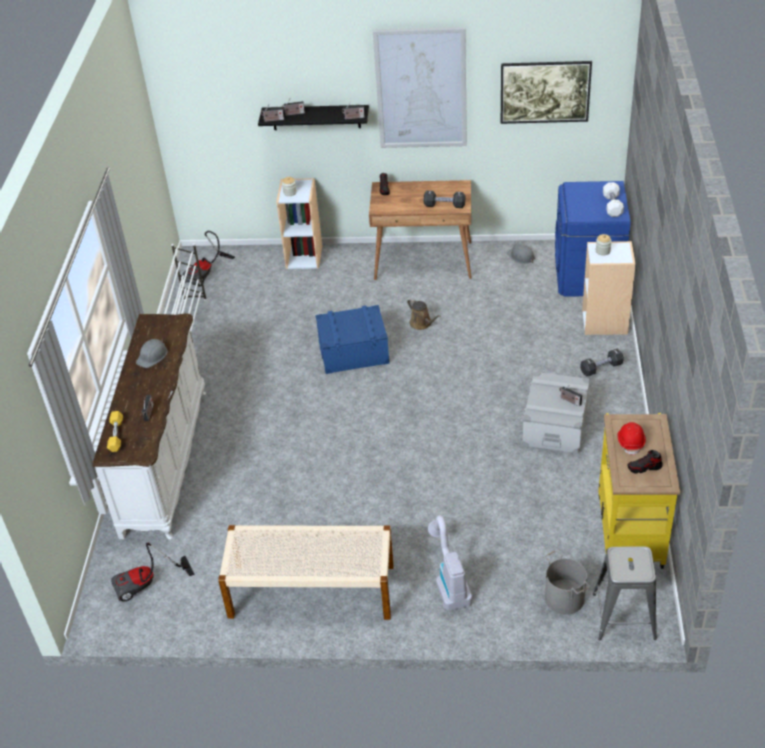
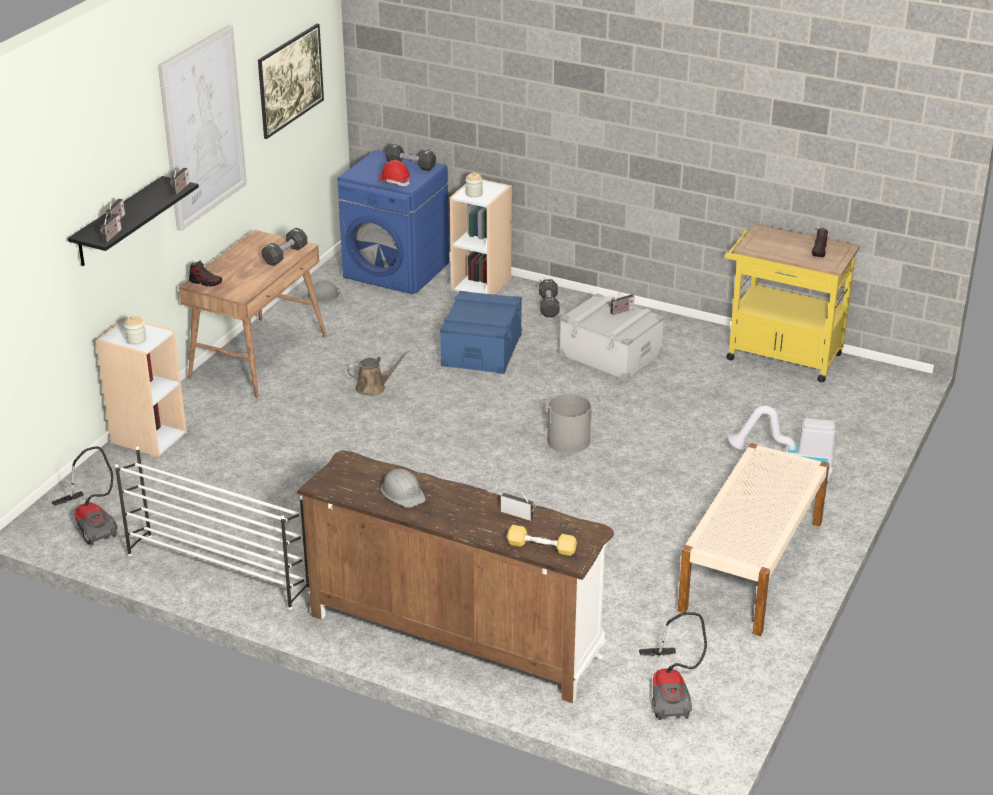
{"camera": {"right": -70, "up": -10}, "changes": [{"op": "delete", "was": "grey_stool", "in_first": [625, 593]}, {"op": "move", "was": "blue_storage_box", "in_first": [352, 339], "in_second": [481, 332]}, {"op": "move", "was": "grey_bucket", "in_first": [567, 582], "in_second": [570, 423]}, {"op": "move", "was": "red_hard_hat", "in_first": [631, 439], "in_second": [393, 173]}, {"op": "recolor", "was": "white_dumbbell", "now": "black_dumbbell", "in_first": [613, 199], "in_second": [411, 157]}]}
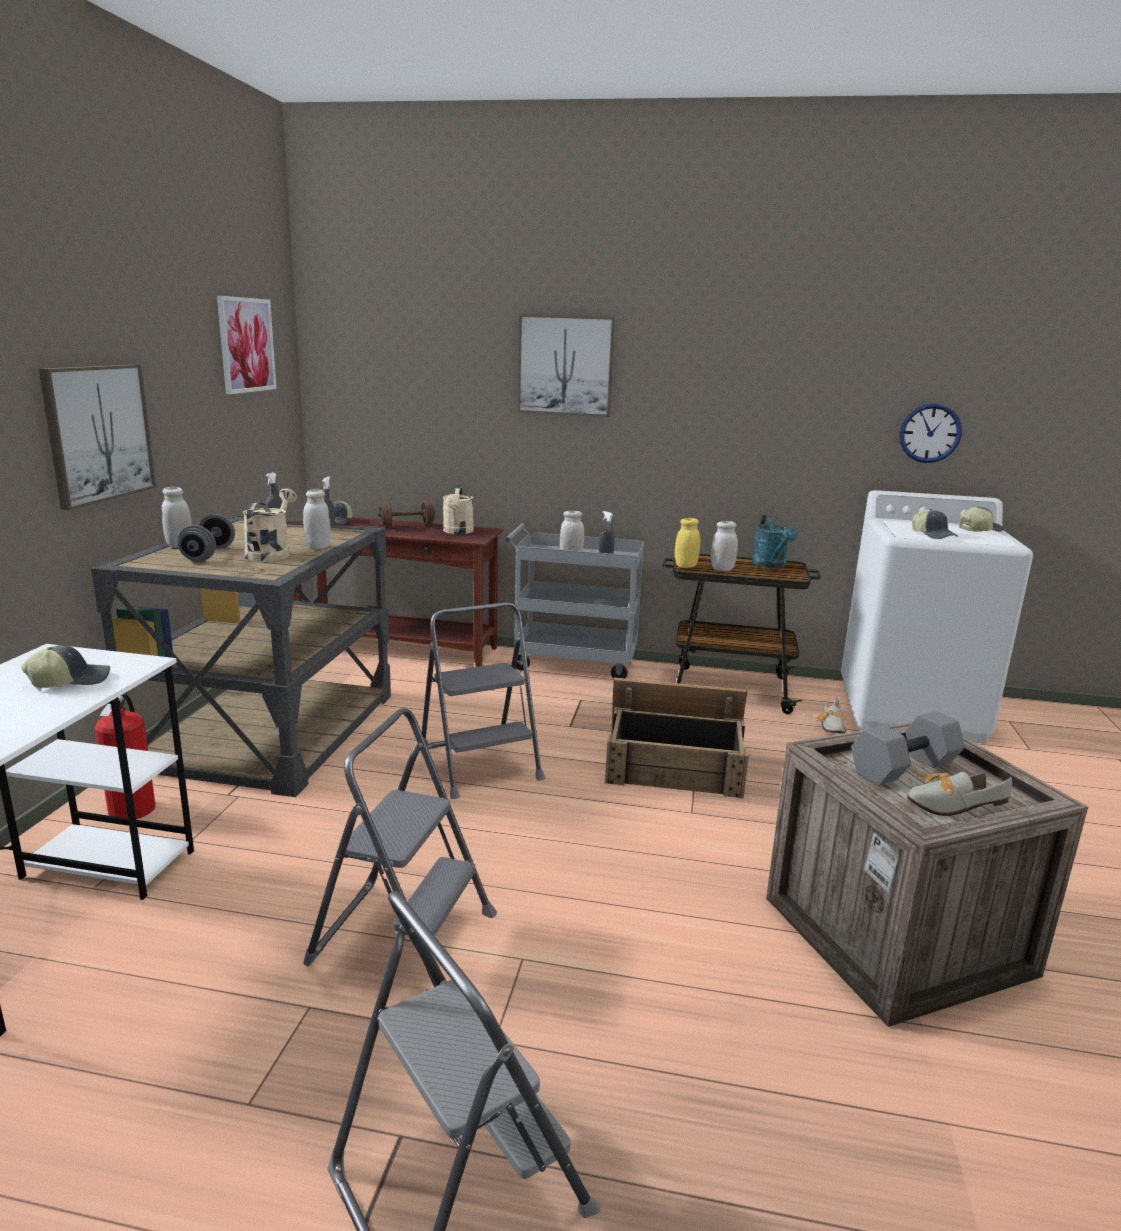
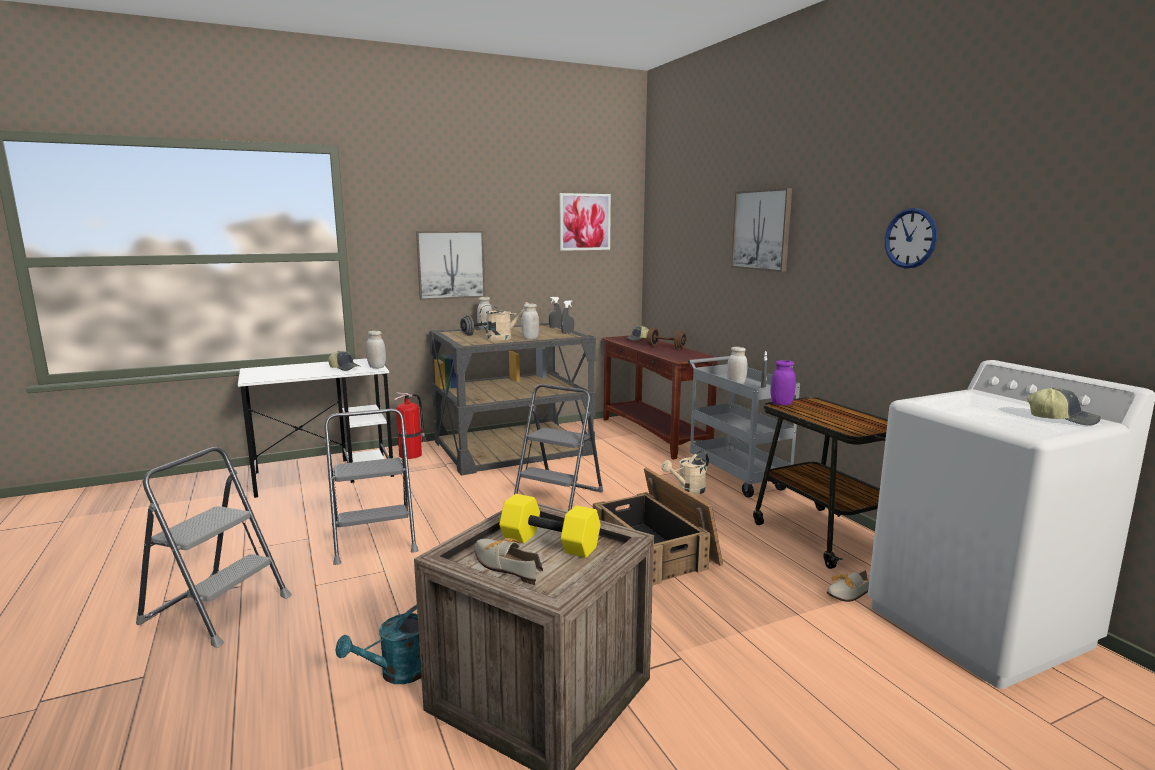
{"camera": {"right": 55, "up": -5}, "changes": [{"op": "delete", "was": "cap", "in_first": [935, 524]}, {"op": "move", "was": "beige_watering_can", "in_first": [458, 509], "in_second": [685, 473]}, {"op": "move", "was": "white_jar", "in_first": [724, 546], "in_second": [376, 350]}, {"op": "move", "was": "turquoise_watering_can", "in_first": [775, 541], "in_second": [378, 644]}, {"op": "move", "was": "wall_clock", "in_first": [930, 433], "in_second": [911, 238]}, {"op": "recolor", "was": "yellow_jar", "now": "purple_jar", "in_first": [687, 543], "in_second": [783, 382]}, {"op": "recolor", "was": "grey_dumbbell", "now": "yellow_dumbbell", "in_first": [908, 748], "in_second": [550, 526]}]}
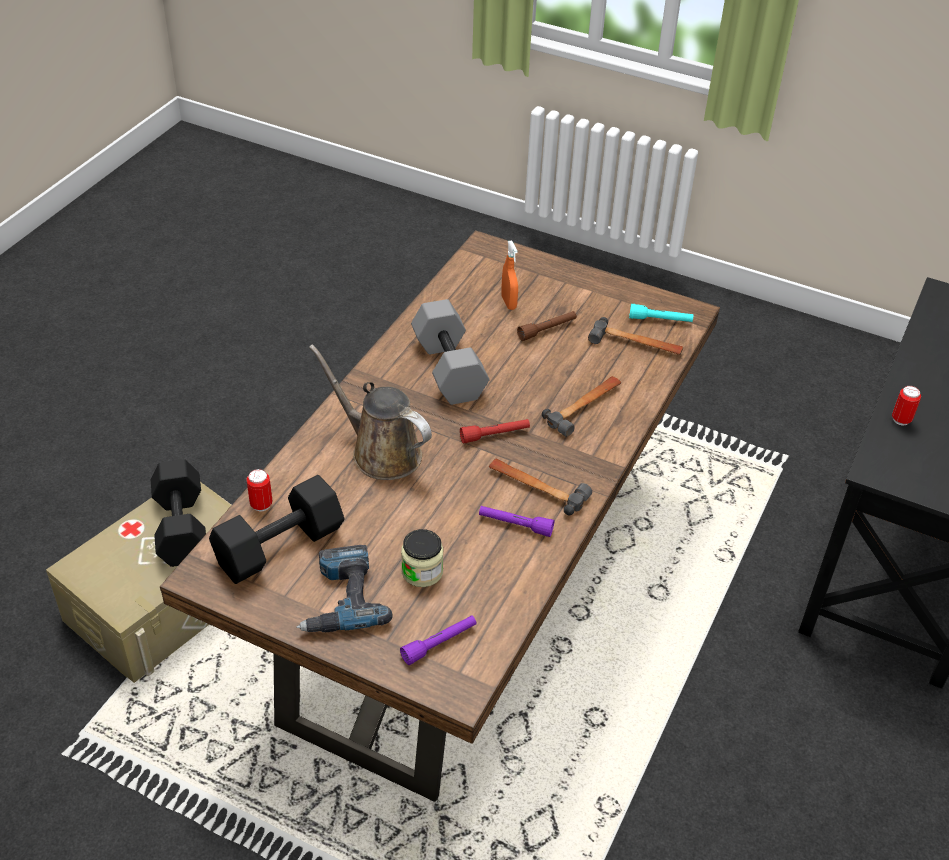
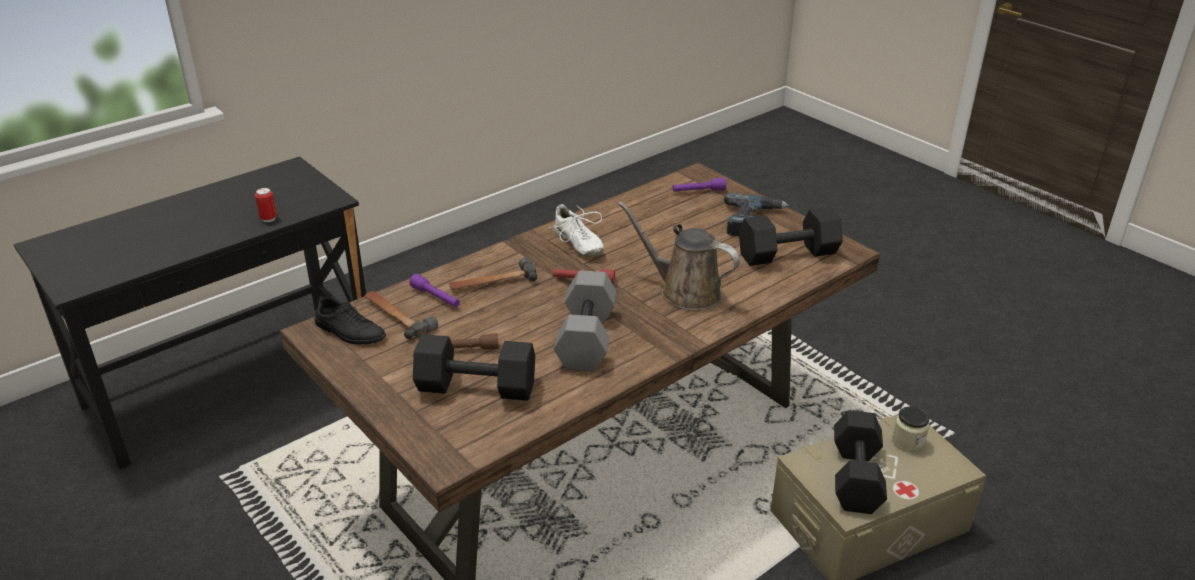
{"camera": {"right": -155, "up": -10}, "changes": [{"op": "delete", "was": "can", "in_first": [259, 490]}, {"op": "move", "was": "jar", "in_first": [422, 558], "in_second": [911, 429]}, {"op": "move", "was": "purple_flashlight", "in_first": [516, 521], "in_second": [434, 290]}, {"op": "replace", "was": "hammer", "now": "white_shoe", "in_first": [540, 487], "in_second": [576, 230]}, {"op": "replace", "was": "orange_spray_bottle", "now": "black_dumbbell", "in_first": [509, 275], "in_second": [474, 367]}, {"op": "replace", "was": "turquoise_flashlight", "now": "black_shoe", "in_first": [661, 313], "in_second": [350, 320]}, {"op": "rotate", "was": "brown_watering_can", "in_first": [370, 412], "in_second": [679, 255], "clockwise": 150}]}
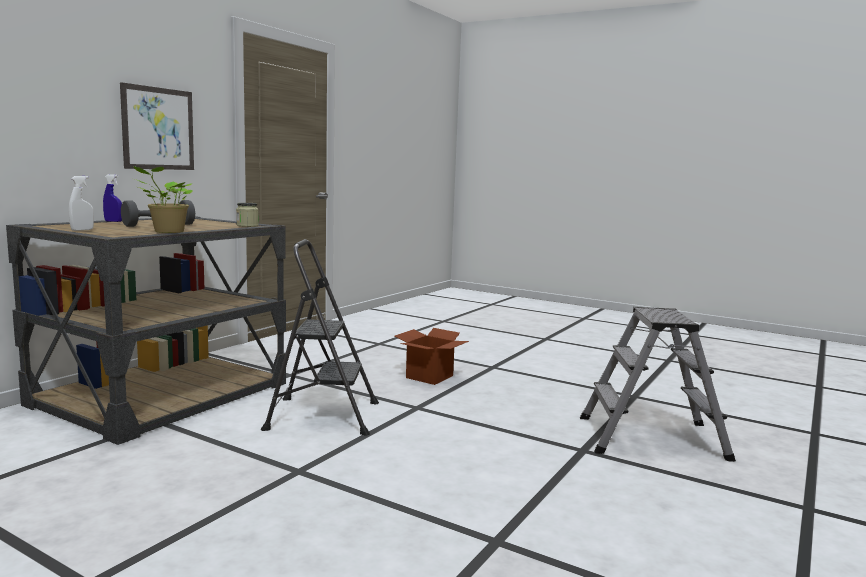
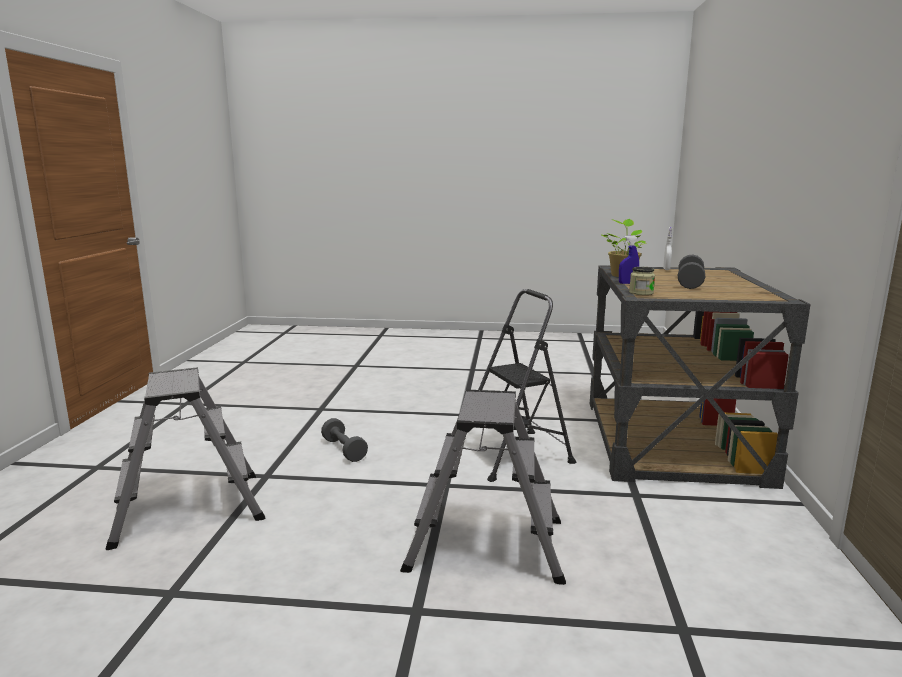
{"camera": {"right": 155, "up": 5}, "changes": [{"op": "delete", "was": "picture", "in_first": [157, 126]}, {"op": "insert", "now": "grey_dumbbell", "in_second": [344, 440]}, {"op": "move", "was": "blue_spray_bottle", "in_first": [112, 198], "in_second": [629, 260]}, {"op": "replace", "was": "cardboard_box", "now": "grey_step_ladder", "in_first": [432, 356], "in_second": [483, 487]}]}
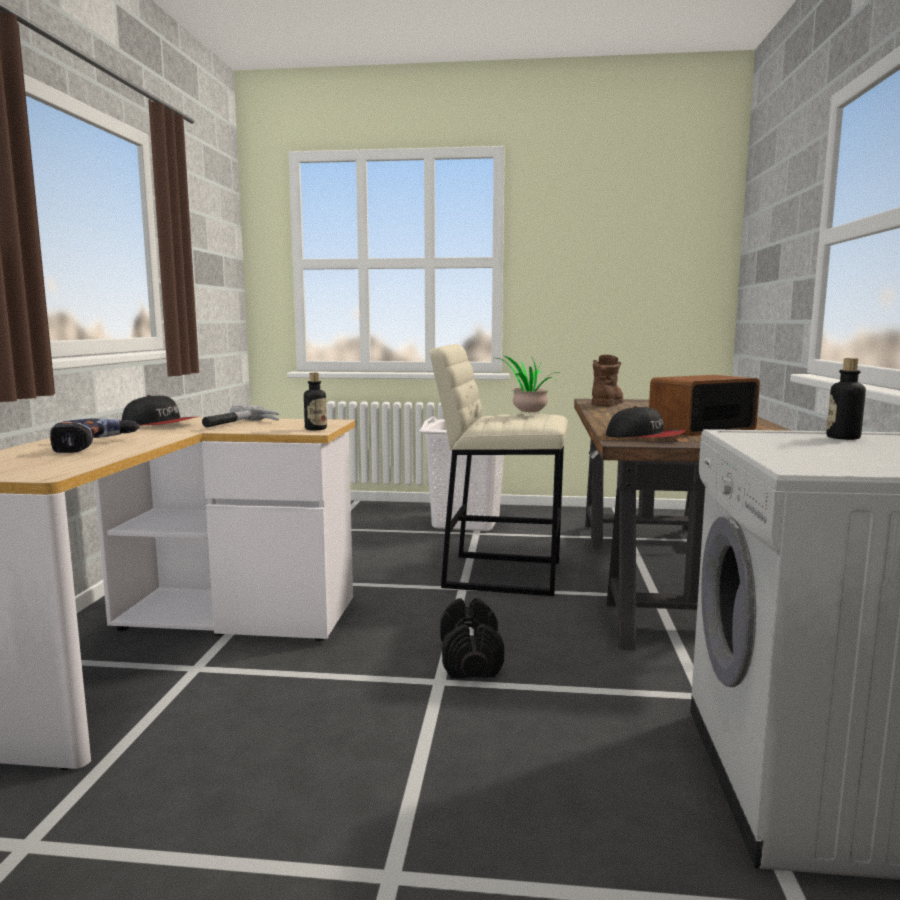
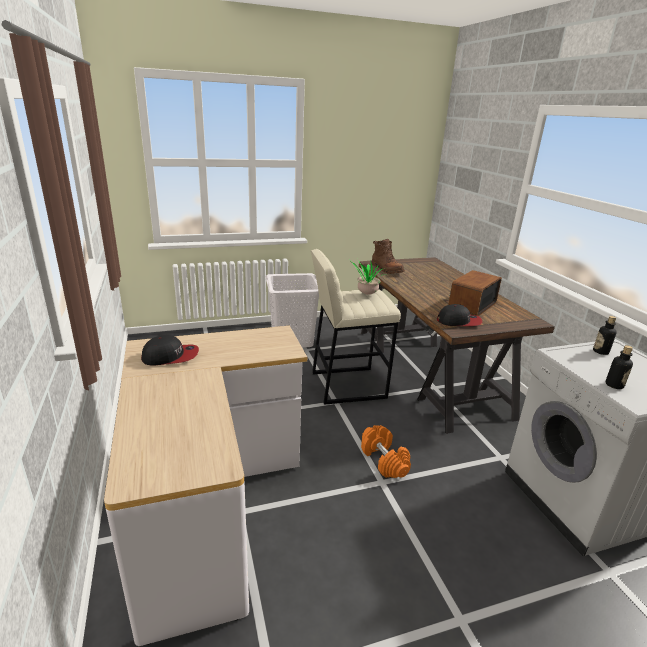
{"camera": {"right": -25, "up": 15}, "changes": [{"op": "delete", "was": "power_drill", "in_first": [94, 435]}, {"op": "delete", "was": "hammer", "in_first": [240, 416]}, {"op": "move", "was": "bottle", "in_first": [315, 401], "in_second": [619, 367]}, {"op": "recolor", "was": "black_dumbbell", "now": "orange_dumbbell", "in_first": [472, 638], "in_second": [386, 451]}, {"op": "rotate", "was": "brown_boot", "in_first": [607, 381], "in_second": [388, 256], "clockwise": 150}]}
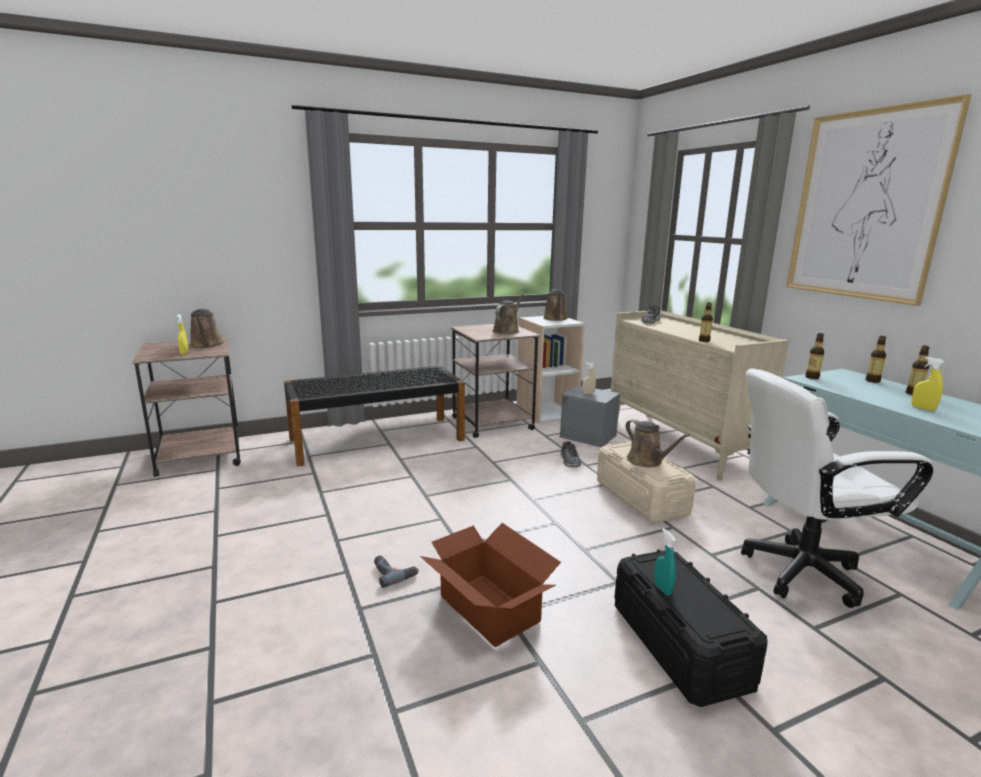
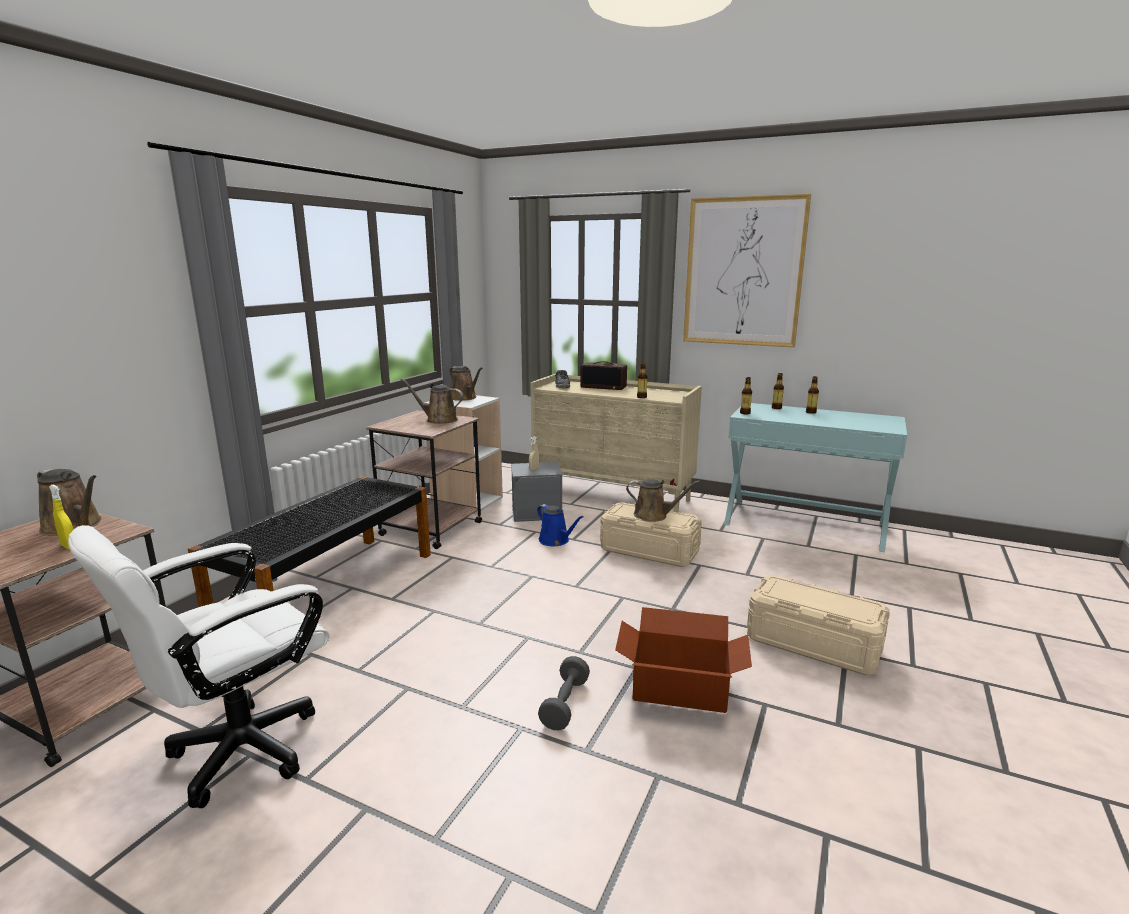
{"camera": {"right": -40, "up": 0}, "changes": [{"op": "delete", "was": "turquoise_spray_bottle", "in_first": [665, 561]}, {"op": "delete", "was": "yellow_spray_bottle", "in_first": [928, 384]}, {"op": "insert", "now": "radio", "in_second": [603, 375]}, {"op": "move", "was": "white_office_chair", "in_first": [837, 488], "in_second": [199, 666]}, {"op": "replace", "was": "power_drill", "now": "grey_dumbbell", "in_first": [396, 572], "in_second": [564, 693]}, {"op": "replace", "was": "shoe", "now": "blue_watering_can", "in_first": [570, 454], "in_second": [560, 525]}, {"op": "recolor", "was": "black_storage_box", "now": "beige_storage_box", "in_first": [691, 628], "in_second": [818, 625]}, {"op": "rotate", "was": "brown_watering_can", "in_first": [508, 313], "in_second": [432, 401], "clockwise": -60}]}
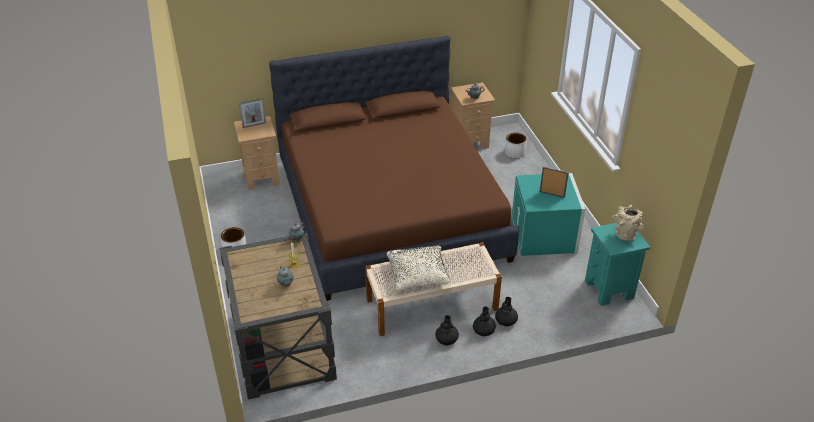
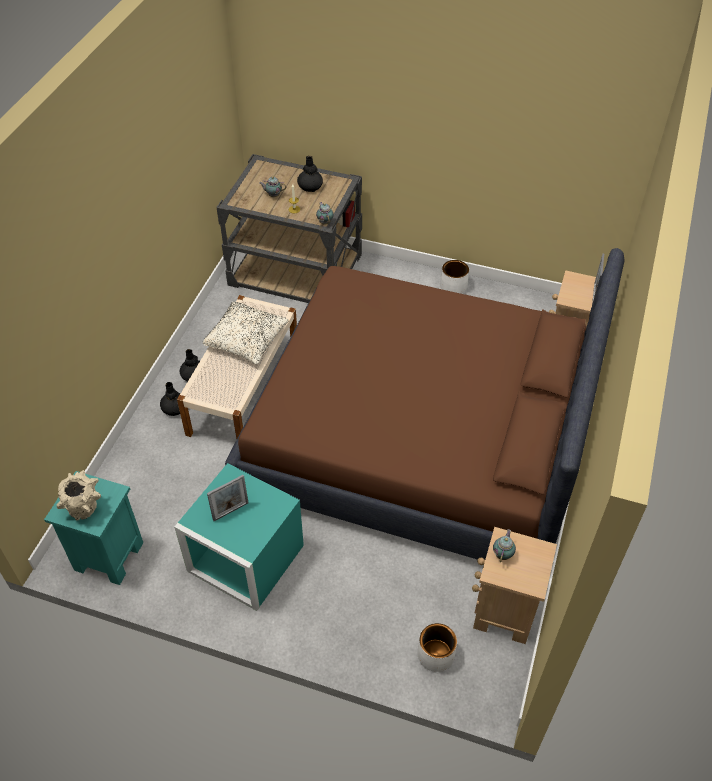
{"camera": {"right": 125, "up": 10}, "changes": [{"op": "move", "was": "black_vase", "in_first": [506, 312], "in_second": [310, 174]}]}
